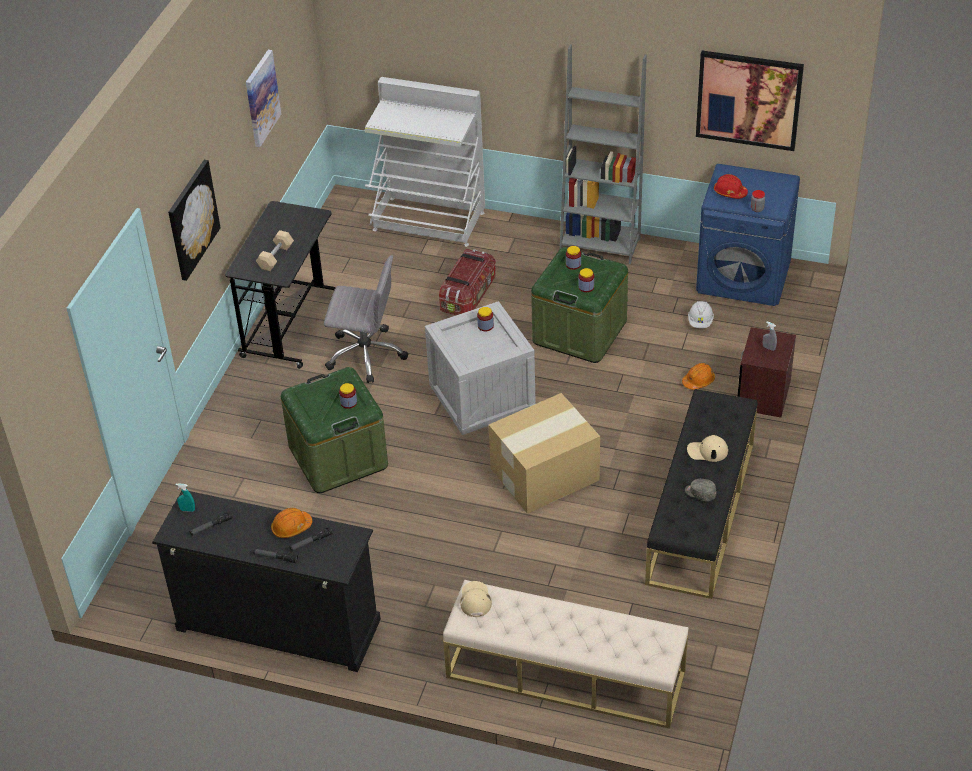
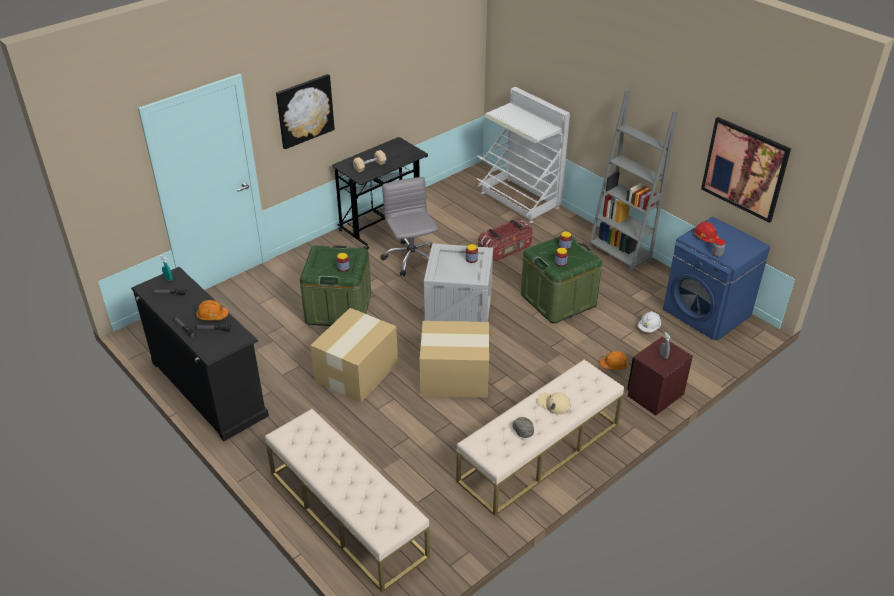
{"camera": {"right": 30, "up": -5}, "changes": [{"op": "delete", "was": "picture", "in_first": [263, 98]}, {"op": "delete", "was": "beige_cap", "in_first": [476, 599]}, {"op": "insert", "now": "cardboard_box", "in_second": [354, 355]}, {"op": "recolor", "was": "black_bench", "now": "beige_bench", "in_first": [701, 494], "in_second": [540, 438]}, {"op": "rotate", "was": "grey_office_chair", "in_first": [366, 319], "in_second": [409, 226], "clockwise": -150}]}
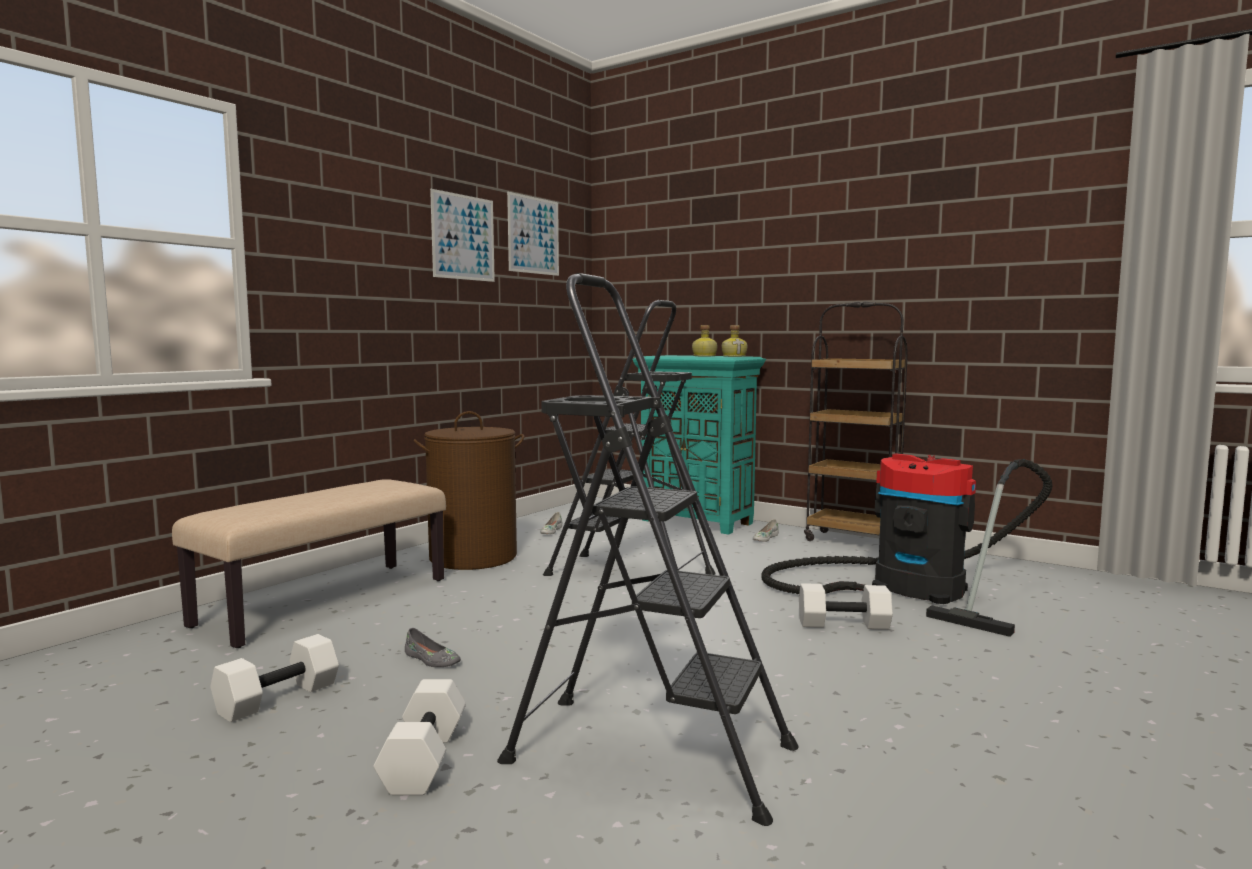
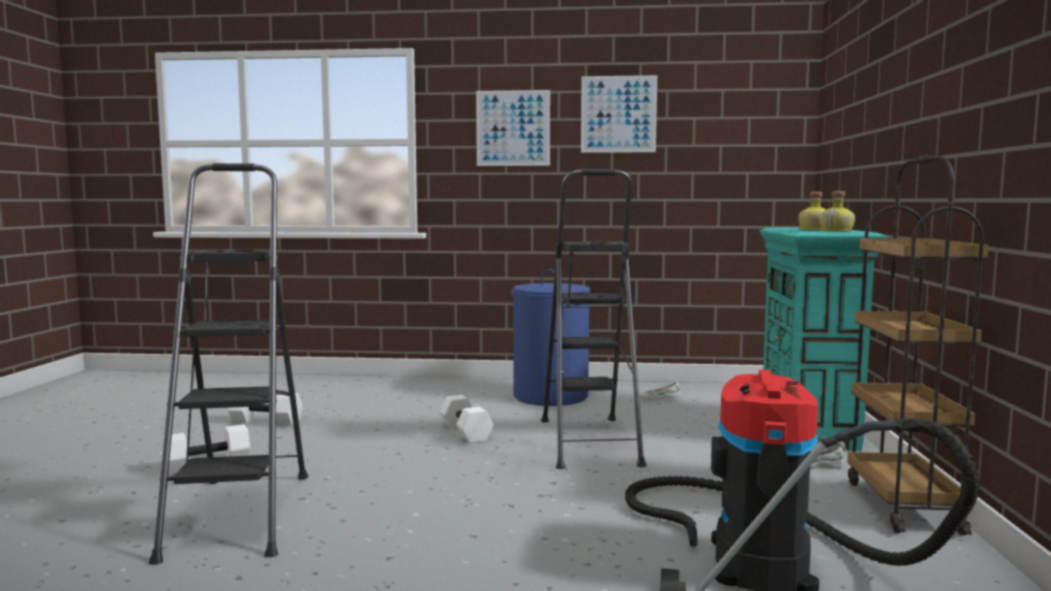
{"camera": {"right": 60, "up": 0}, "changes": [{"op": "delete", "was": "beige_bench", "in_first": [309, 563]}, {"op": "delete", "was": "grey_shoe", "in_first": [433, 647]}, {"op": "move", "was": "picture", "in_first": [533, 234], "in_second": [513, 128]}, {"op": "move", "was": "white_dumbbell", "in_first": [846, 606], "in_second": [466, 419]}, {"op": "recolor", "was": "brown_laundry_basket", "now": "blue_laundry_basket", "in_first": [469, 490], "in_second": [550, 337]}]}
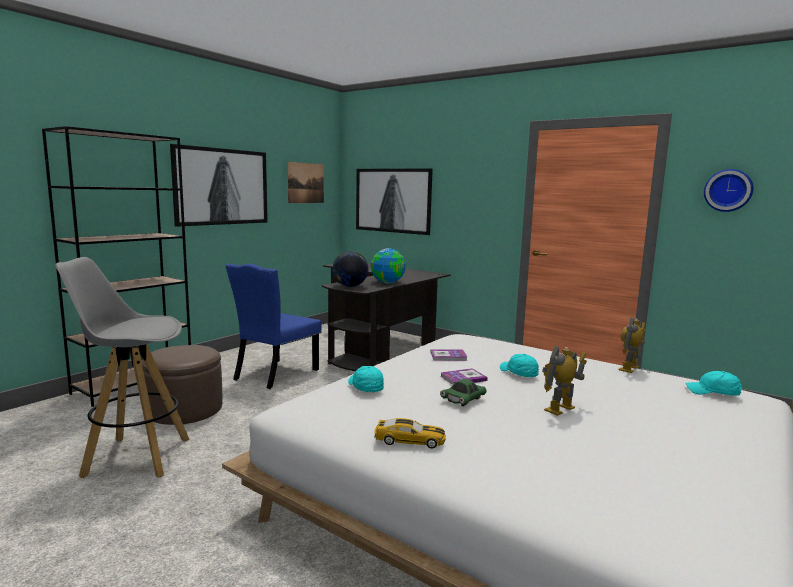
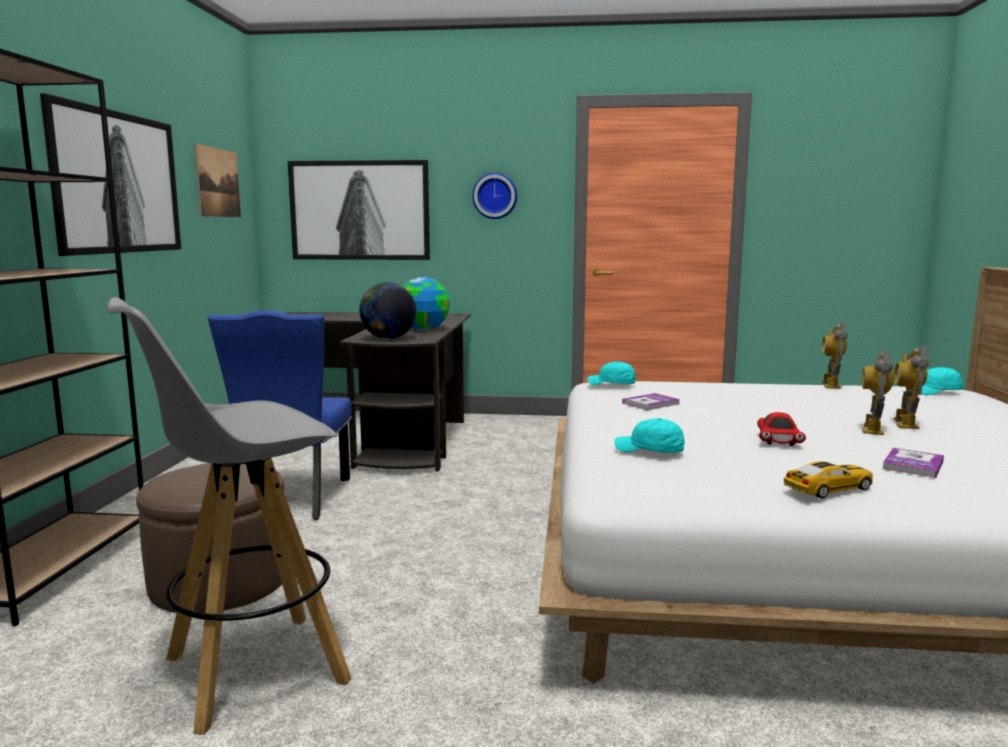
{"camera": {"right": -30, "up": 0}, "changes": [{"op": "insert", "now": "toy_robot", "in_second": [911, 387]}, {"op": "move", "was": "book", "in_first": [464, 376], "in_second": [913, 463]}, {"op": "move", "was": "turquoise_cap", "in_first": [519, 365], "in_second": [611, 373]}, {"op": "move", "was": "wall_clock", "in_first": [728, 190], "in_second": [494, 196]}, {"op": "recolor", "was": "green_toy_car", "now": "red_toy_car", "in_first": [463, 392], "in_second": [781, 429]}]}
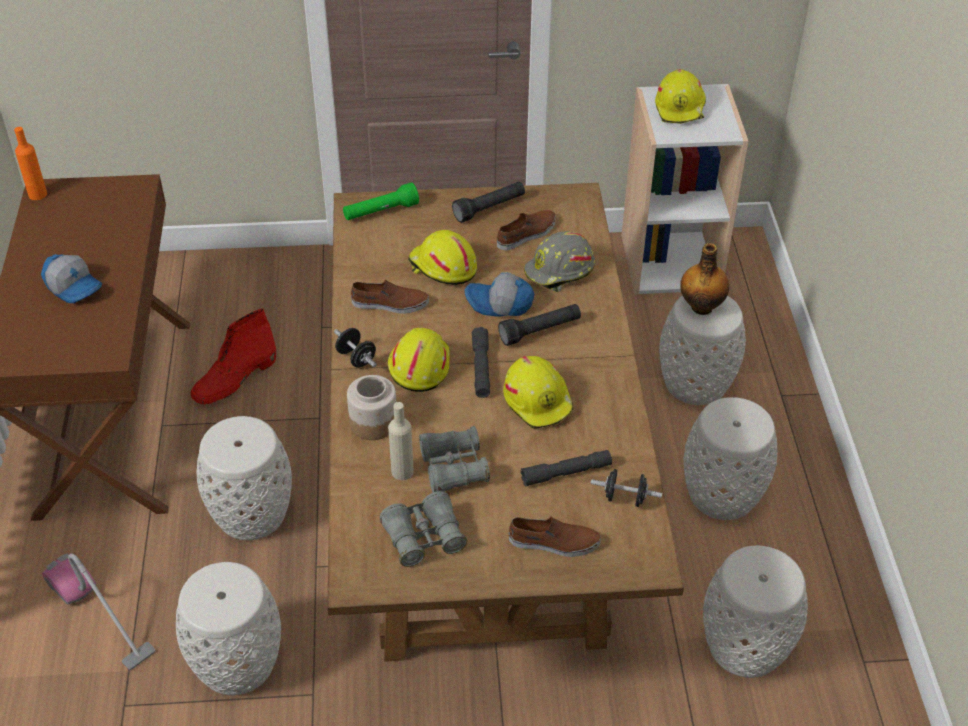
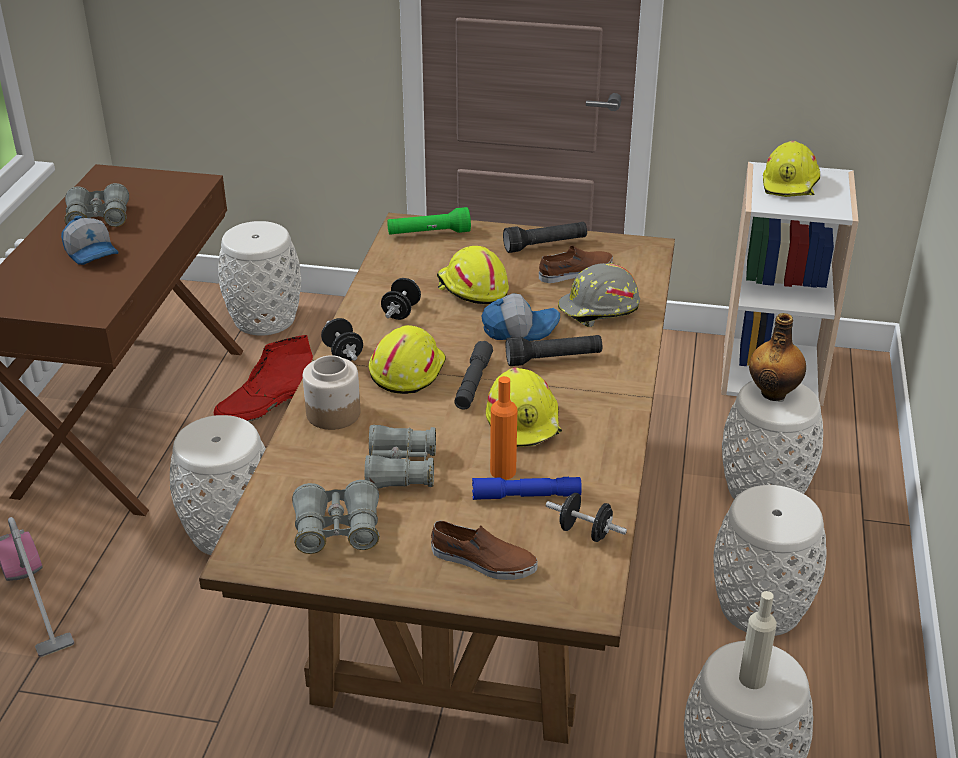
{"camera": {"right": 15, "up": -10}, "changes": [{"op": "insert", "now": "grey_binoculars", "in_second": [96, 205]}, {"op": "move", "was": "orange_bottle", "in_first": [30, 163], "in_second": [503, 428]}, {"op": "move", "was": "white_stool", "in_first": [228, 628], "in_second": [259, 278]}, {"op": "move", "was": "beige_bottle", "in_first": [401, 441], "in_second": [758, 640]}, {"op": "replace", "was": "brown_shoe", "now": "black_dumbbell", "in_first": [390, 296], "in_second": [401, 299]}, {"op": "recolor", "was": "grey_flashlight", "now": "blue_flashlight", "in_first": [566, 468], "in_second": [527, 488]}, {"op": "rotate", "was": "cap", "in_first": [499, 294], "in_second": [520, 317], "clockwise": 150}]}
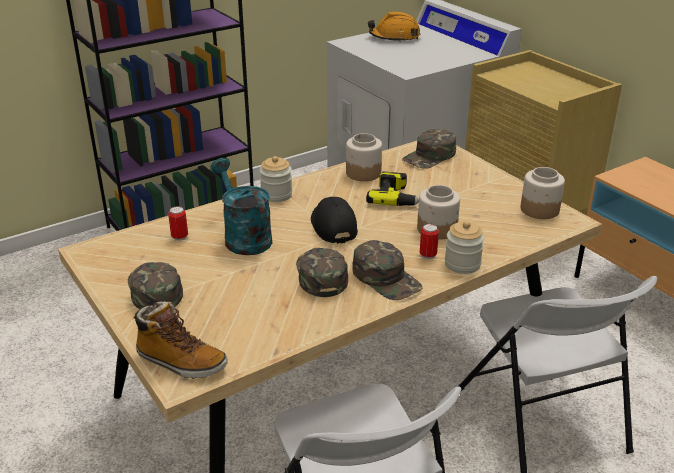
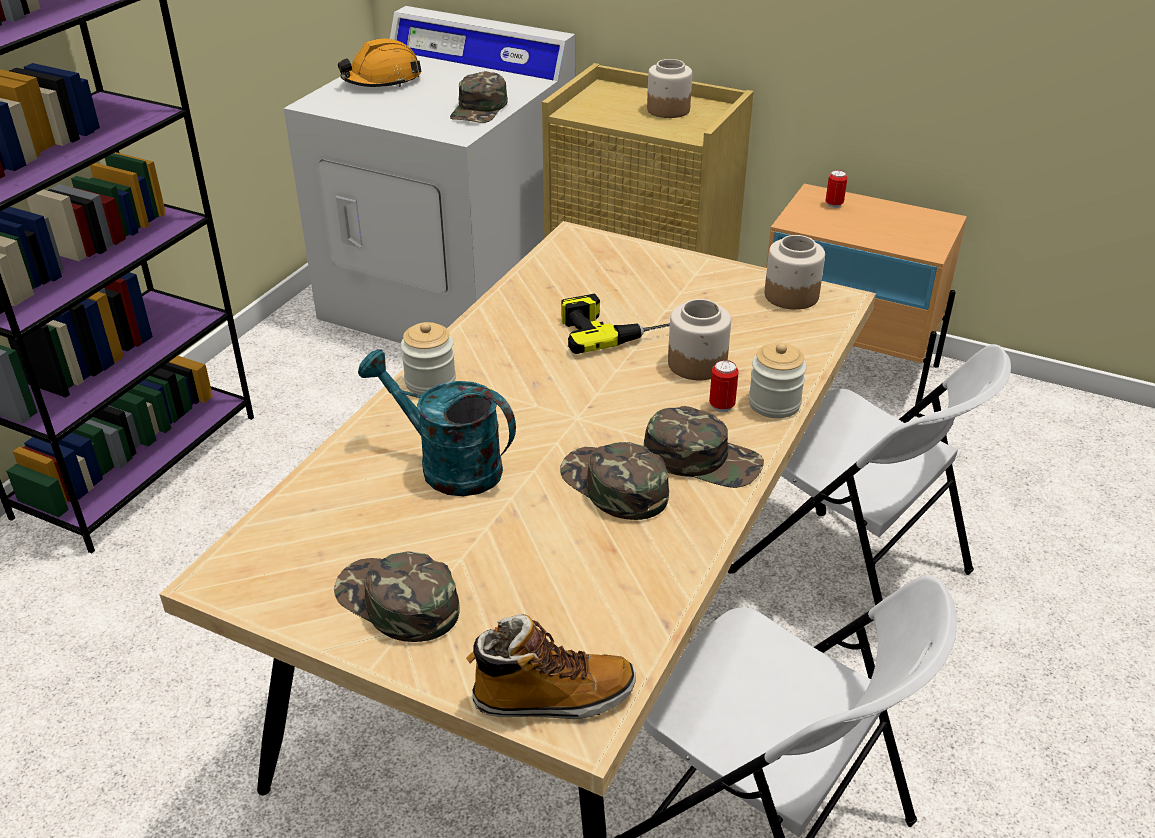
{"camera": {"right": -30, "up": 5}, "changes": [{"op": "delete", "was": "black_cap", "in_first": [334, 220]}, {"op": "move", "was": "can", "in_first": [178, 223], "in_second": [837, 189]}, {"op": "move", "was": "jar", "in_first": [364, 157], "in_second": [669, 88]}, {"op": "move", "was": "green_cap", "in_first": [429, 149], "in_second": [479, 97]}]}
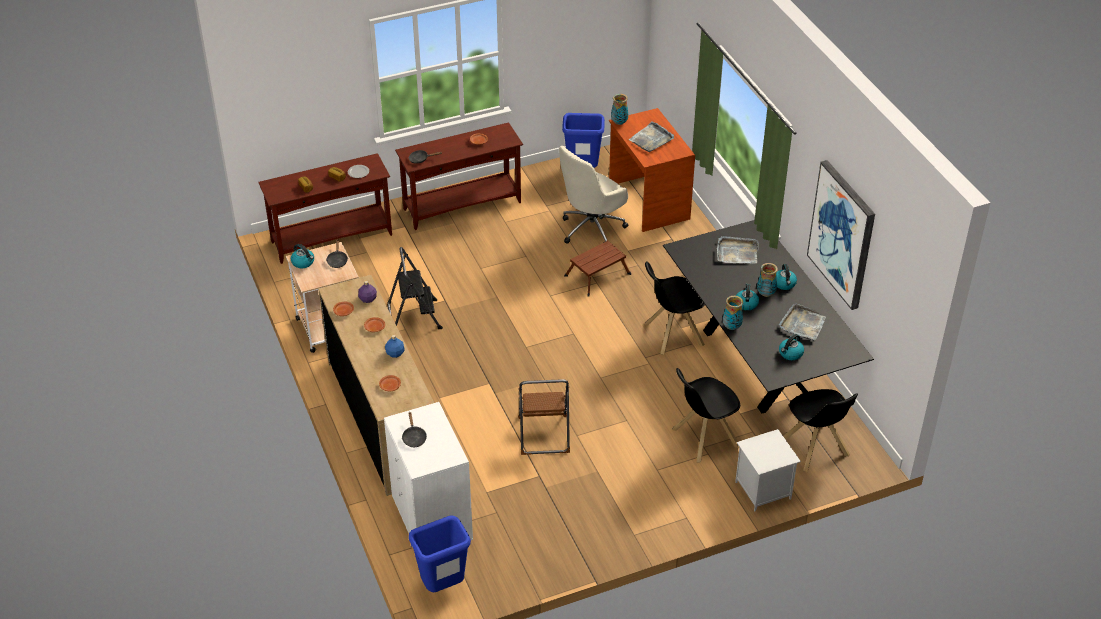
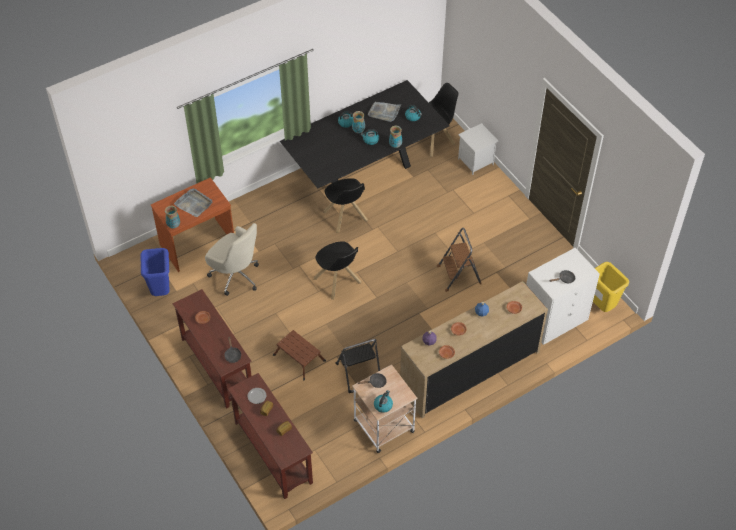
{"camera": {"right": -100, "up": 10}, "changes": [{"op": "delete", "was": "grey_tray", "in_first": [738, 250]}, {"op": "delete", "was": "picture", "in_first": [841, 235]}, {"op": "move", "was": "brown_step_ladder", "in_first": [597, 268], "in_second": [299, 355]}, {"op": "move", "was": "black_chair", "in_first": [706, 415], "in_second": [337, 270]}, {"op": "recolor", "was": "blue_trash_can", "now": "yellow_trash_can", "in_first": [440, 553], "in_second": [611, 287]}]}
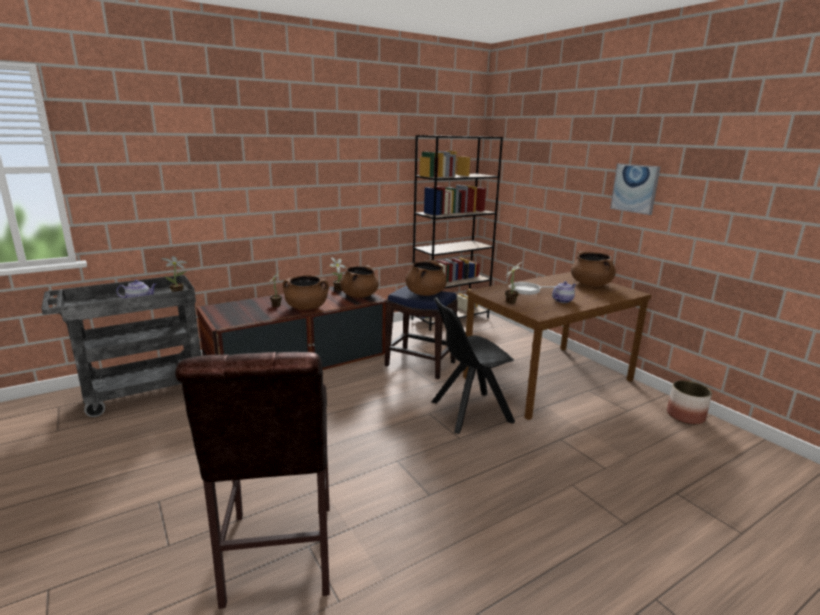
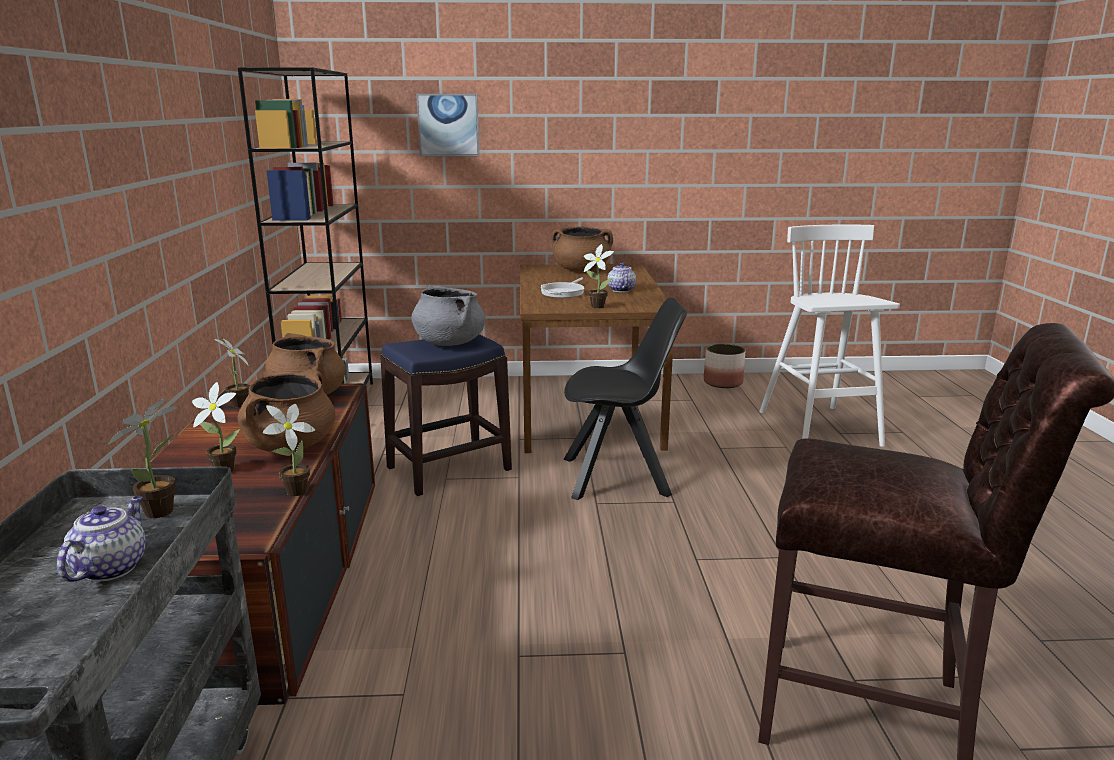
{"camera": {"right": -60, "up": 0}, "changes": [{"op": "insert", "now": "potted_plant", "in_second": [289, 450]}, {"op": "insert", "now": "white_stool", "in_second": [829, 336]}, {"op": "move", "was": "picture", "in_first": [635, 189], "in_second": [447, 125]}, {"op": "recolor", "was": "brown_cooking_pot", "now": "grey_cooking_pot", "in_first": [426, 278], "in_second": [448, 315]}, {"op": "rotate", "was": "black_chair", "in_first": [473, 365], "in_second": [625, 399], "clockwise": -105}]}
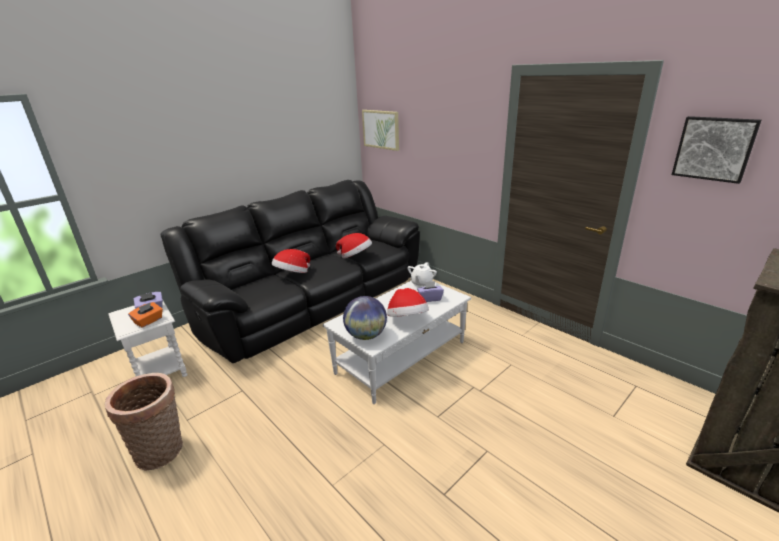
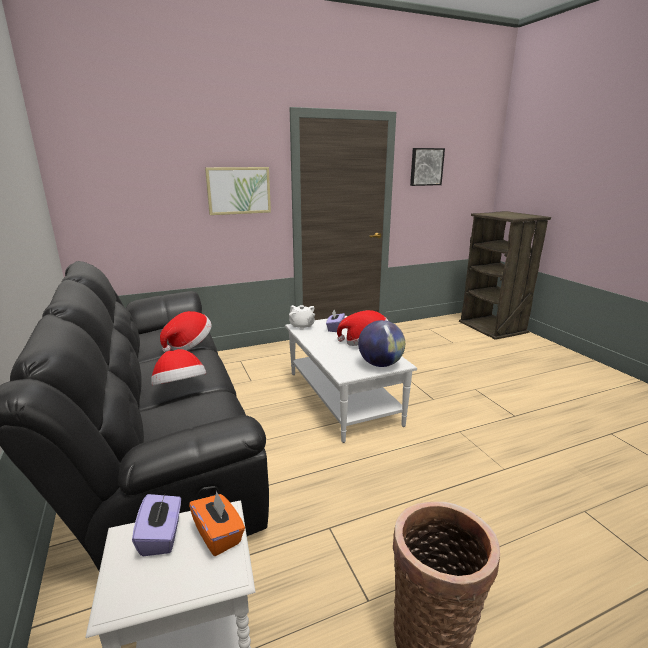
{"camera": {"right": -70, "up": -5}, "changes": [{"op": "move", "was": "picture", "in_first": [380, 130], "in_second": [238, 191]}]}
